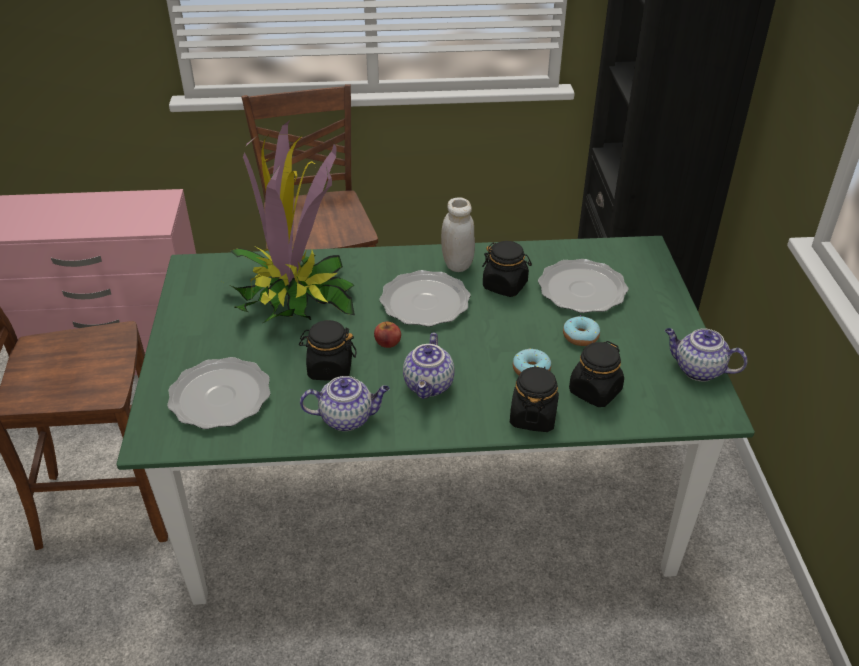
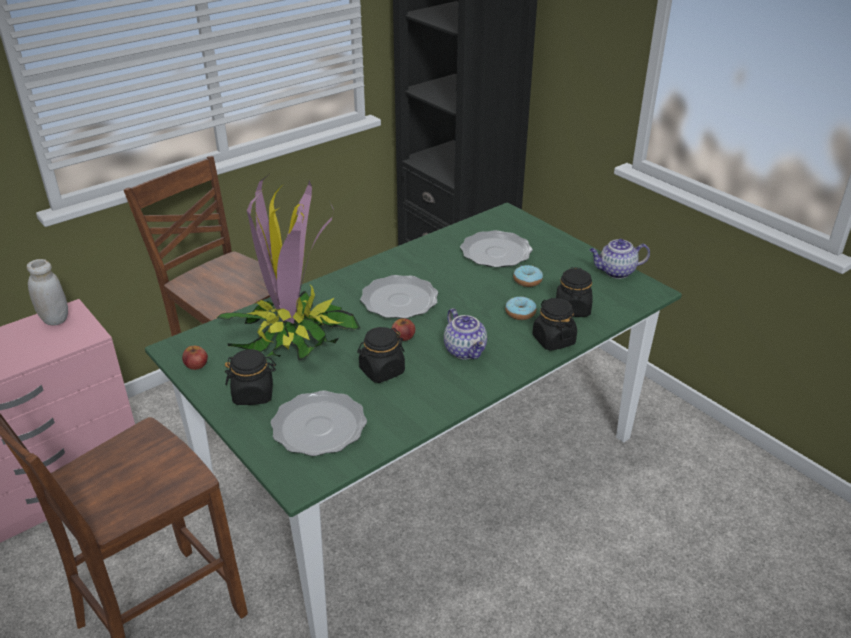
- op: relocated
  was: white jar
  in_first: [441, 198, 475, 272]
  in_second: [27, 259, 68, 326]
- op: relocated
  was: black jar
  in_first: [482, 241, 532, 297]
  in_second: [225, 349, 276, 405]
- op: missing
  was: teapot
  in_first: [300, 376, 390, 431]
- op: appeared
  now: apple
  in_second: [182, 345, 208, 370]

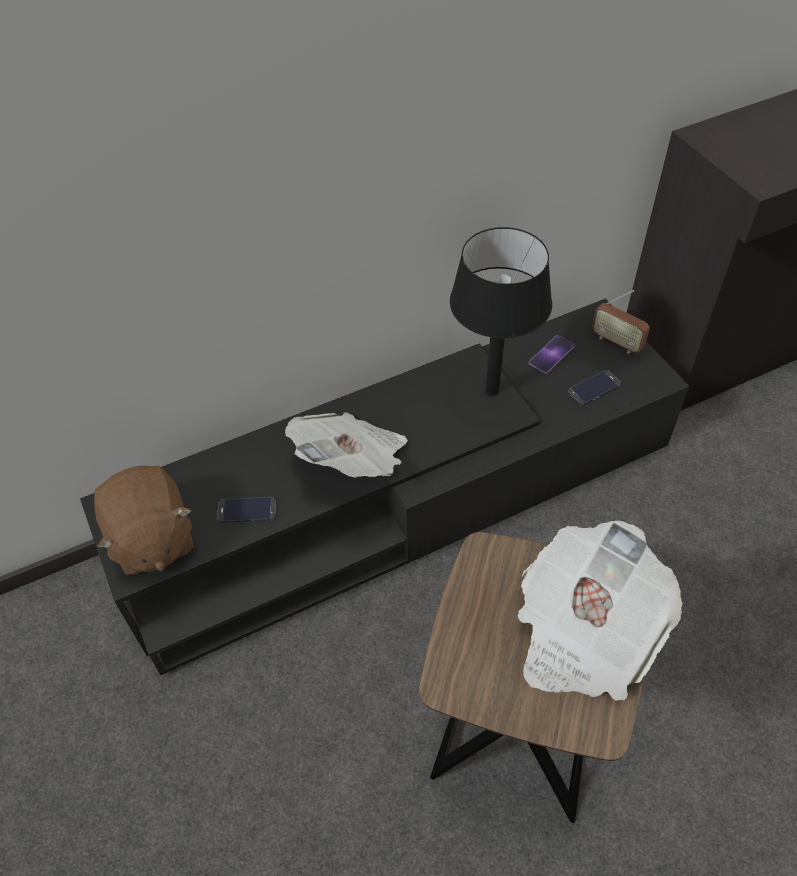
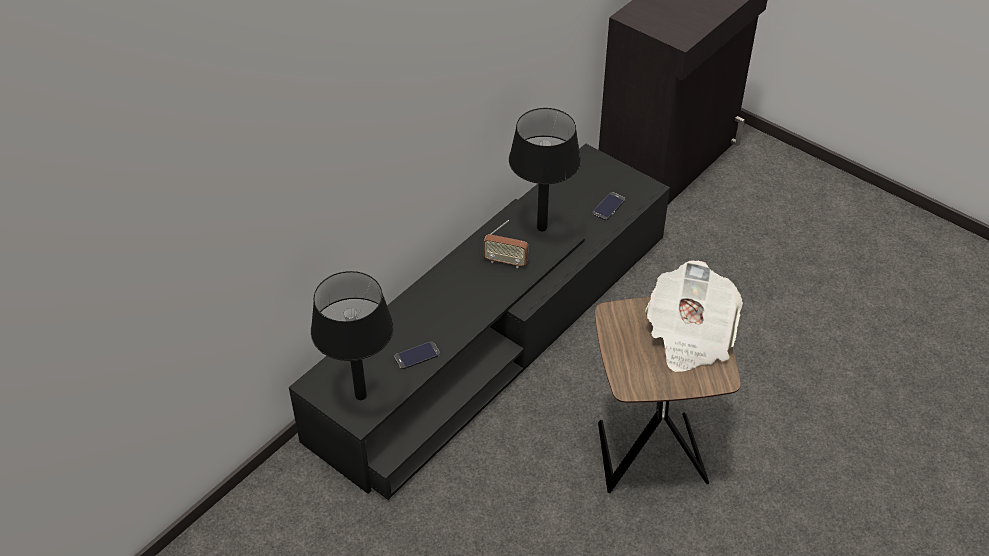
- op: relocated
  was: radio
  in_first: [592, 290, 650, 354]
  in_second: [483, 220, 528, 268]
- op: missing
  was: phone
  in_first: [529, 335, 575, 374]
- op: missing
  was: newspaper
  in_first: [285, 413, 408, 478]
- op: exchanged
  was: brown plush toy
  now: black table lamp
  in_first: [94, 466, 194, 575]
  in_second: [311, 271, 394, 400]

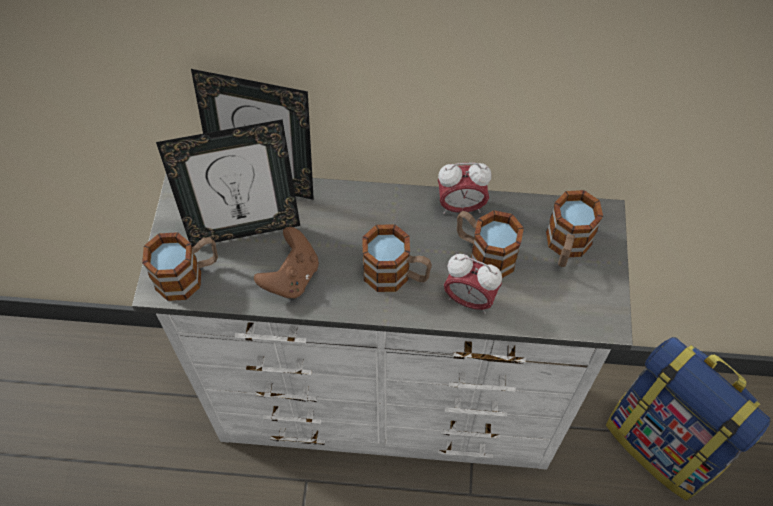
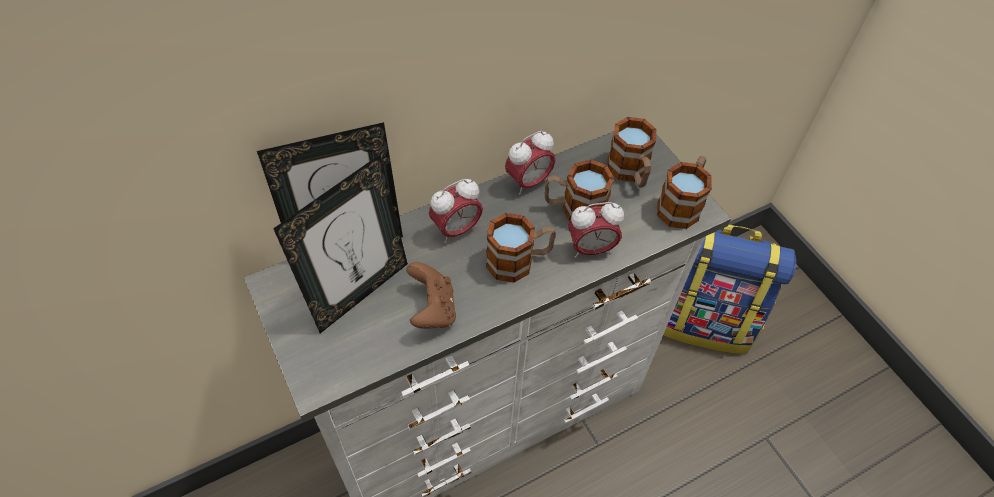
- op: relocated
  was: mug
  in_first: [142, 232, 218, 301]
  in_second: [657, 156, 712, 229]
- op: appeared
  now: alarm clock
  in_second: [429, 179, 483, 243]

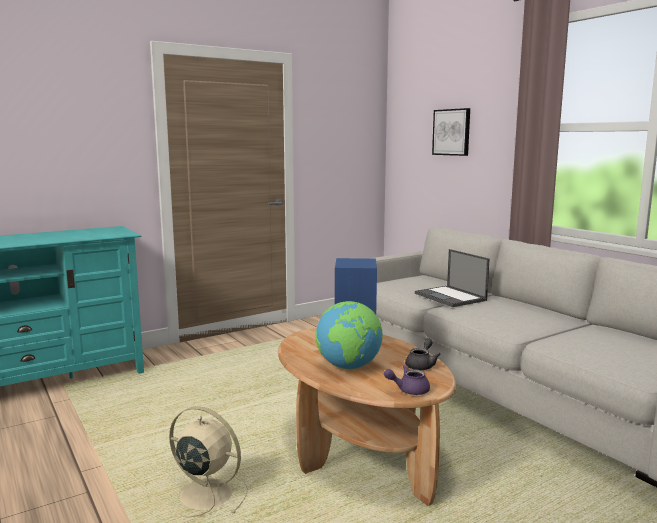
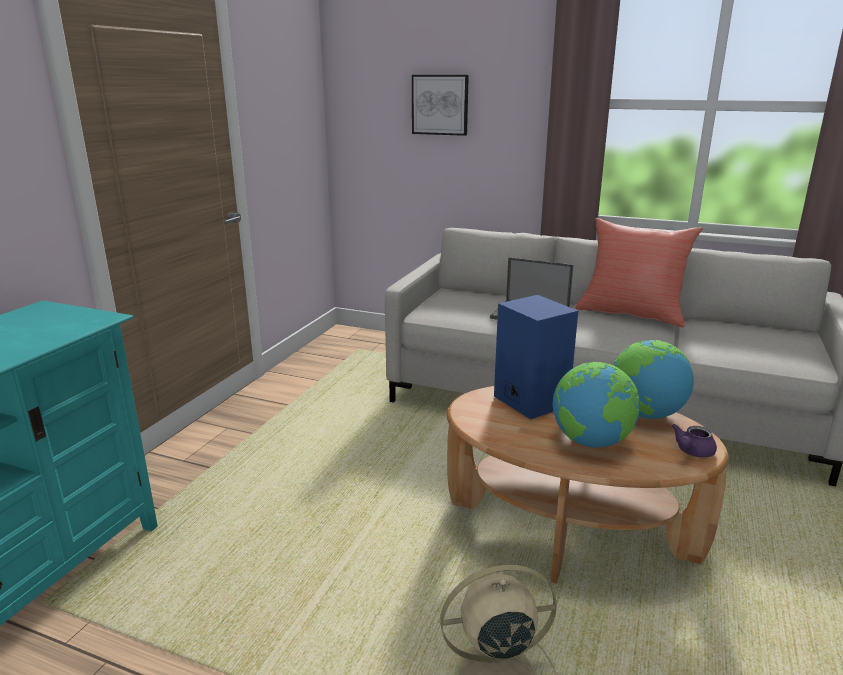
- op: exchanged
  was: grey teapot
  now: globe
  in_first: [405, 338, 441, 370]
  in_second: [613, 340, 694, 419]
- op: appeared
  now: red pillow
  in_second: [575, 218, 703, 328]

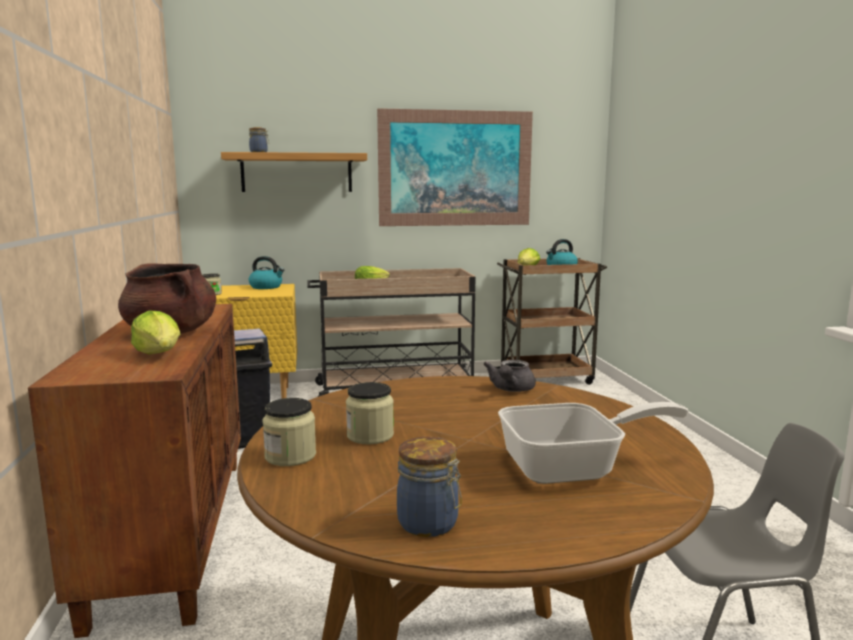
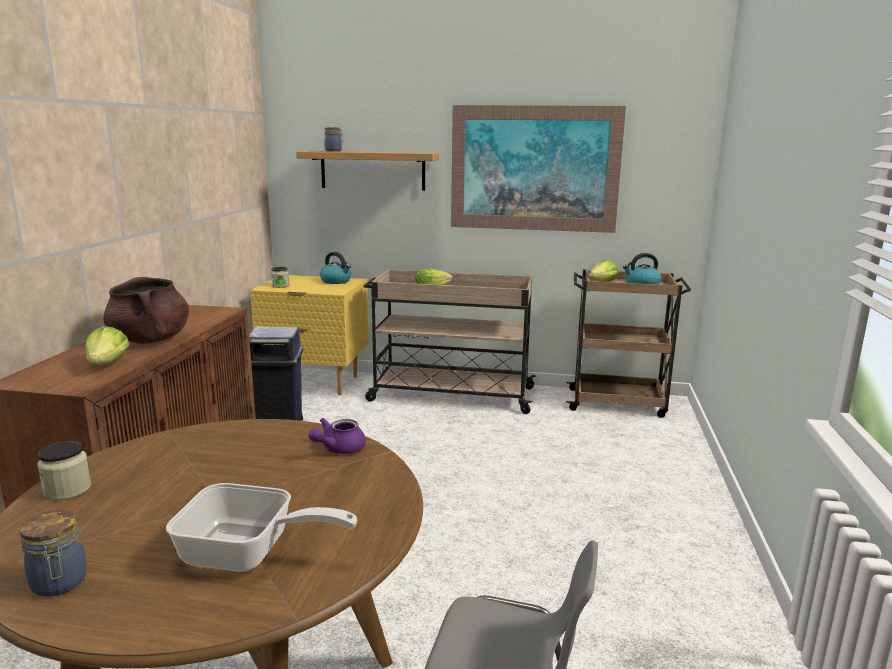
- op: colour
  was: grey teapot
  now: purple teapot
  in_first: [483, 360, 536, 392]
  in_second: [308, 418, 366, 454]
- op: missing
  was: jar
  in_first: [346, 382, 394, 444]

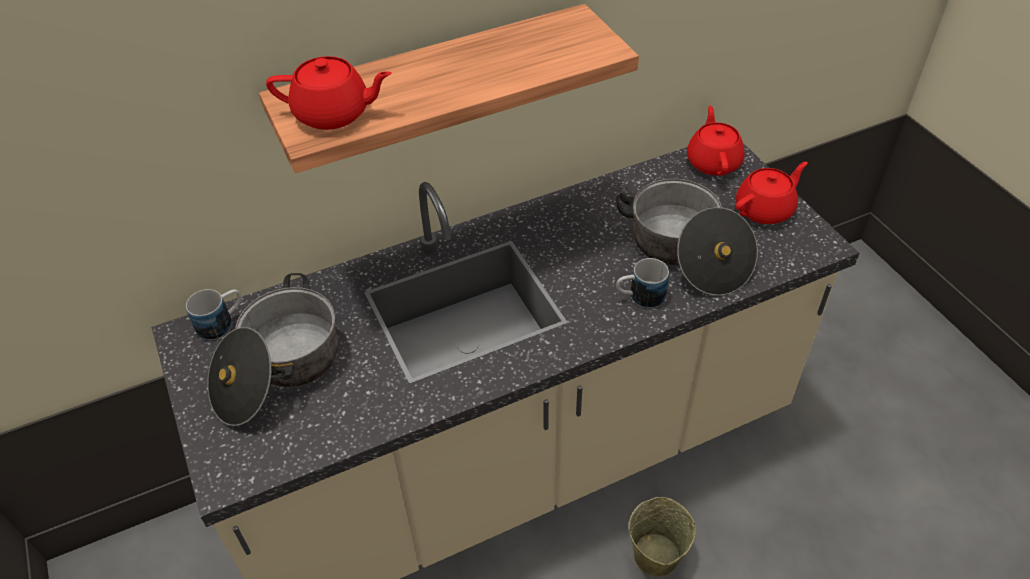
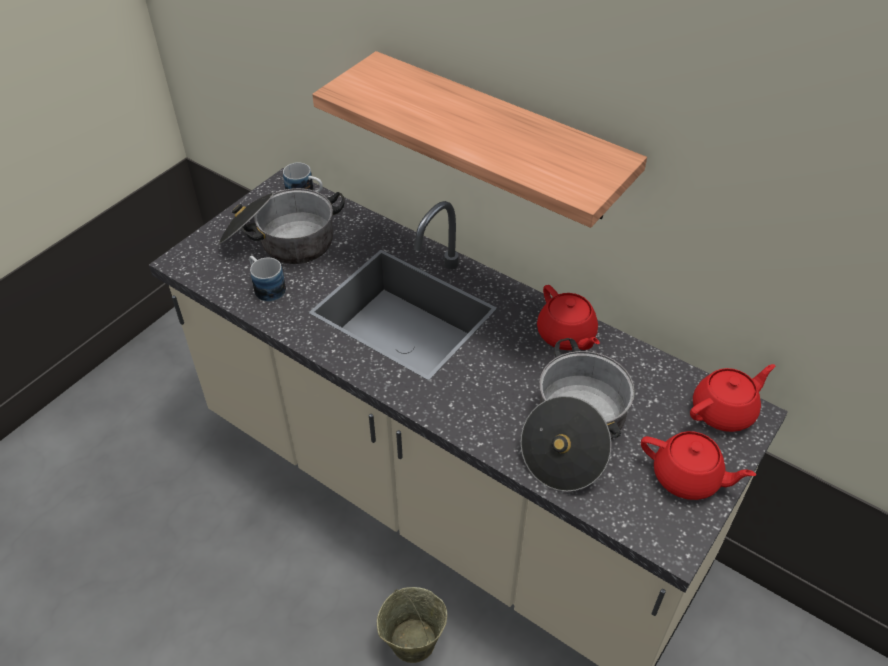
- op: relocated
  was: red teapot
  in_first: [266, 56, 392, 130]
  in_second: [537, 285, 600, 350]
- op: relocated
  was: mug
  in_first: [616, 258, 669, 308]
  in_second: [249, 256, 286, 302]

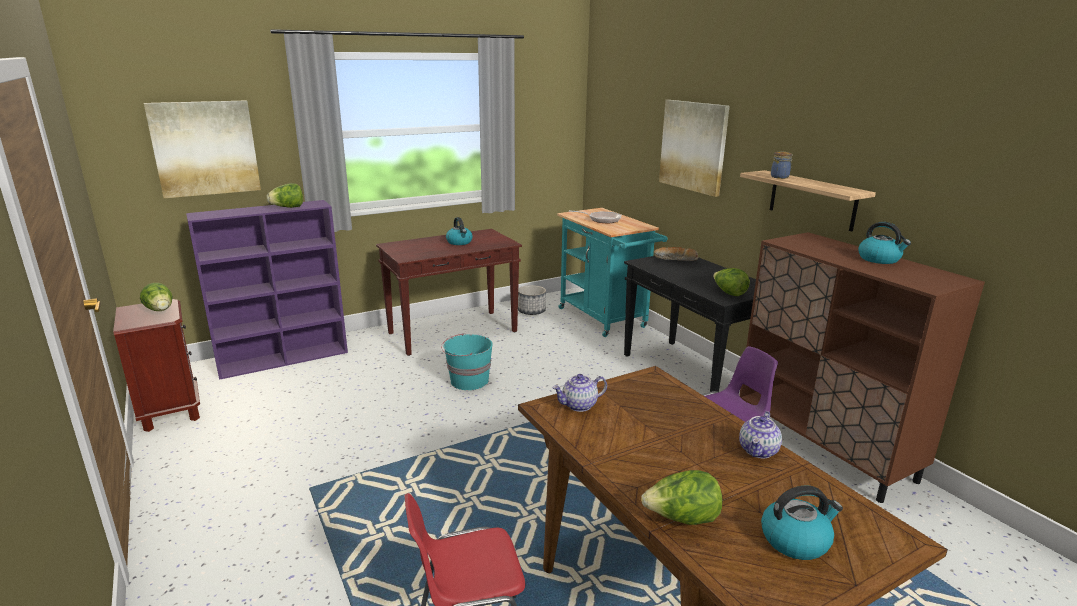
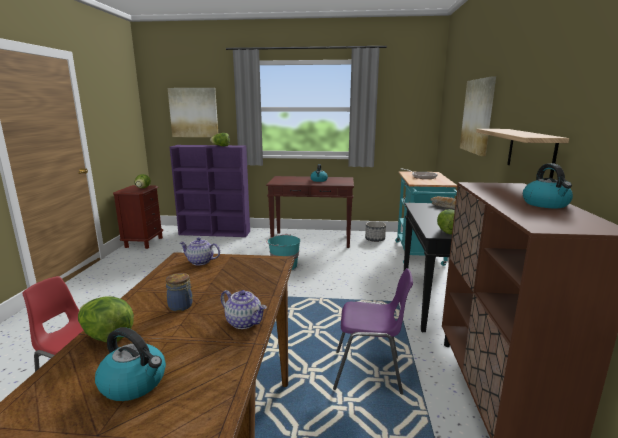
- op: relocated
  was: jar
  in_first: [771, 152, 793, 179]
  in_second: [166, 273, 193, 311]
- op: spun
  was: teapot
  in_first: [739, 411, 782, 458]
  in_second: [221, 290, 267, 329]
  clockwise: -120

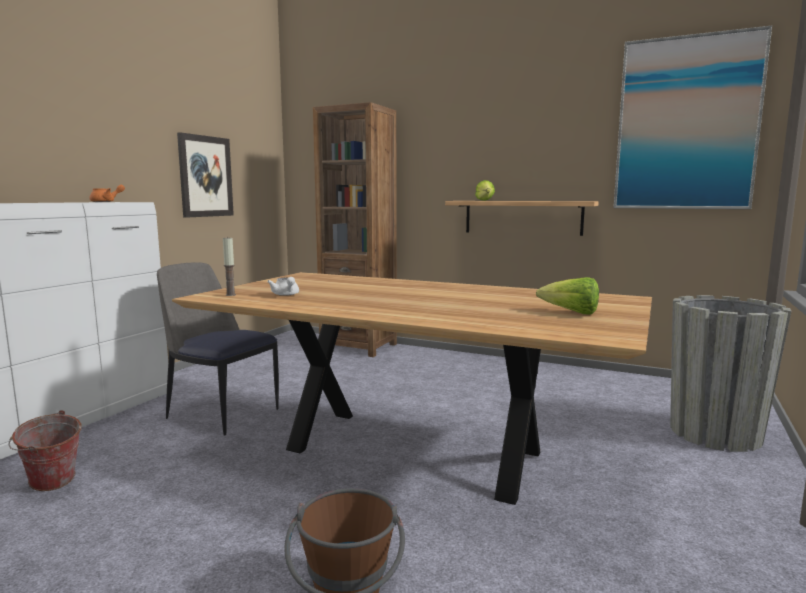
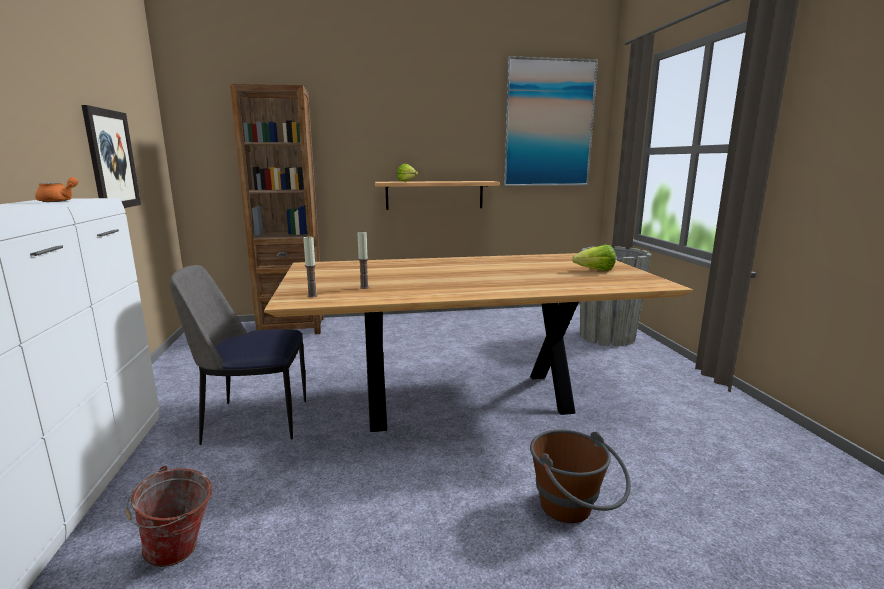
- op: exchanged
  was: white teapot
  now: candle
  in_first: [267, 277, 299, 296]
  in_second: [357, 232, 369, 289]

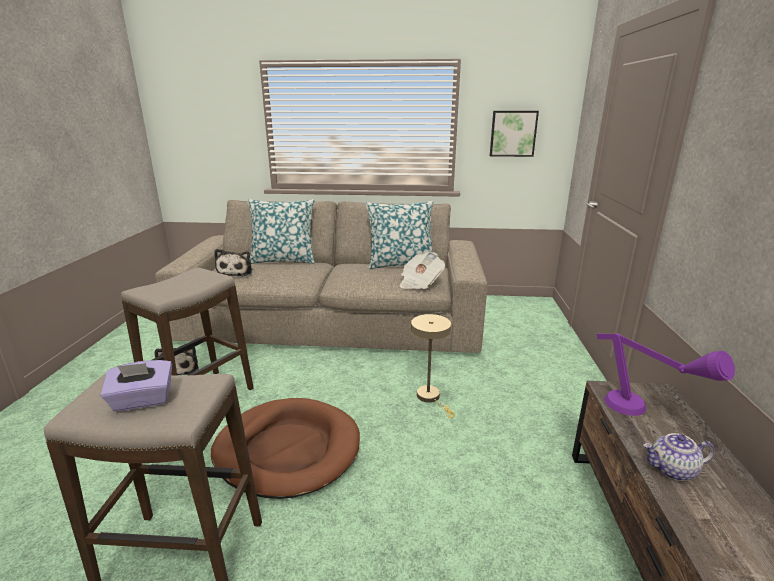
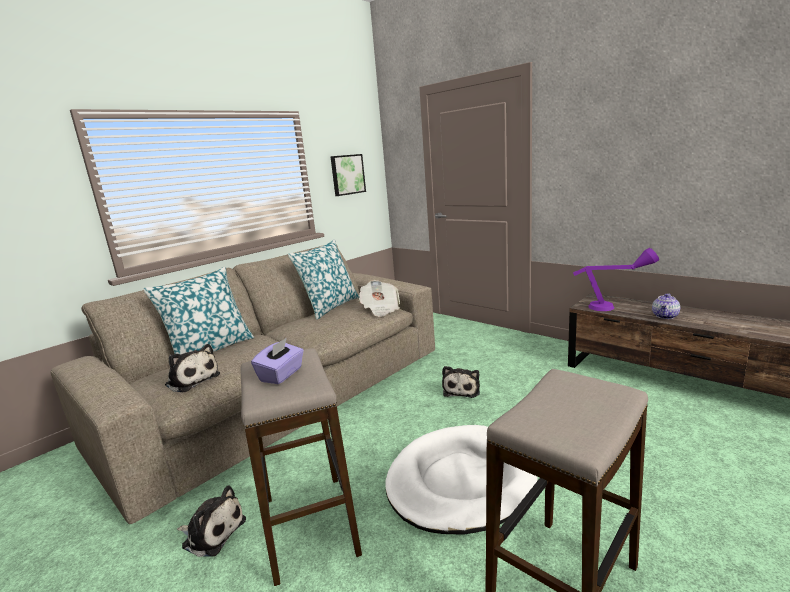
- op: exchanged
  was: beige table lamp
  now: plush toy
  in_first: [411, 314, 455, 418]
  in_second: [442, 366, 480, 398]
- op: relocated
  was: purple tissue box
  in_first: [101, 360, 172, 411]
  in_second: [251, 338, 304, 384]
- op: colour
  was: brown dog bed
  now: white dog bed
  in_first: [211, 398, 360, 499]
  in_second: [385, 425, 538, 535]

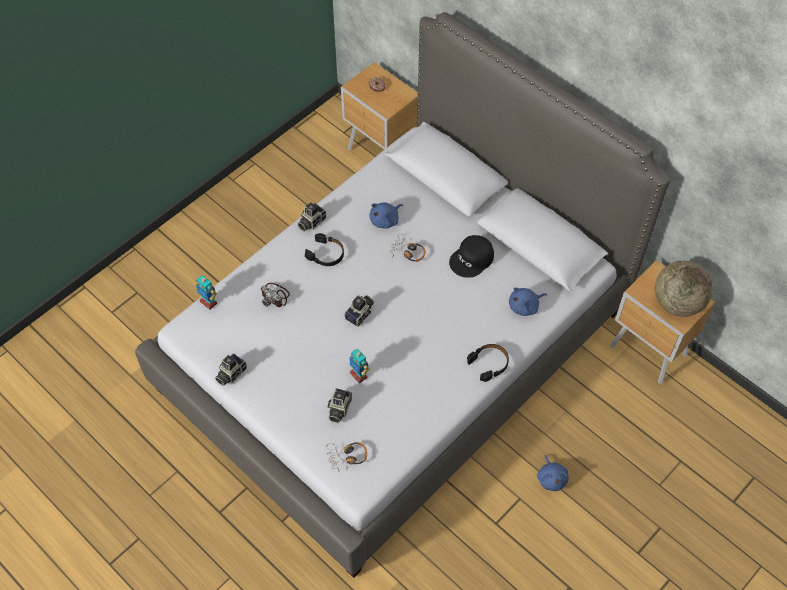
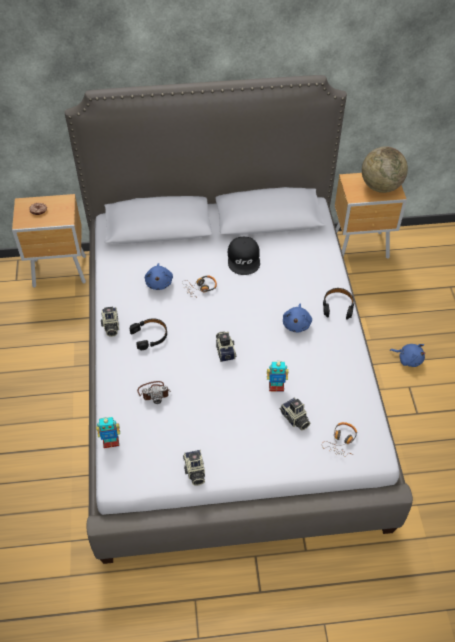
- op: relocated
  was: blue plush toy
  in_first: [509, 287, 547, 316]
  in_second: [283, 303, 312, 332]

